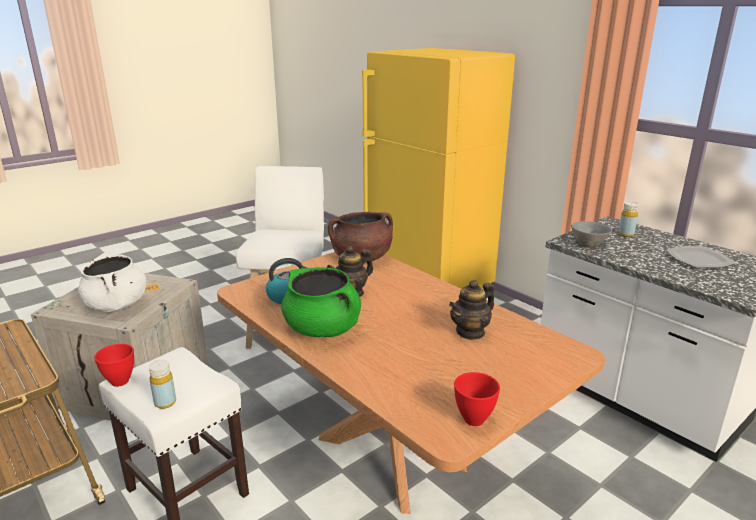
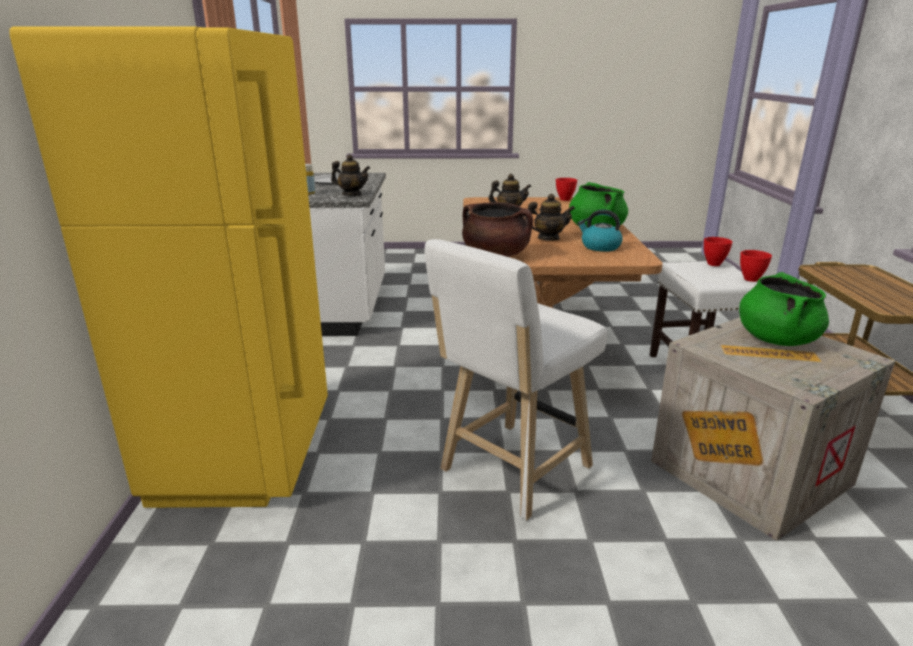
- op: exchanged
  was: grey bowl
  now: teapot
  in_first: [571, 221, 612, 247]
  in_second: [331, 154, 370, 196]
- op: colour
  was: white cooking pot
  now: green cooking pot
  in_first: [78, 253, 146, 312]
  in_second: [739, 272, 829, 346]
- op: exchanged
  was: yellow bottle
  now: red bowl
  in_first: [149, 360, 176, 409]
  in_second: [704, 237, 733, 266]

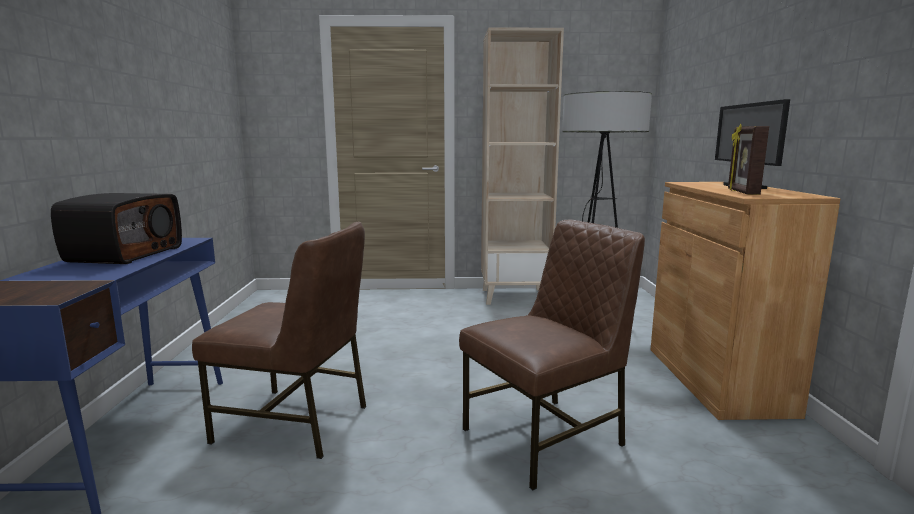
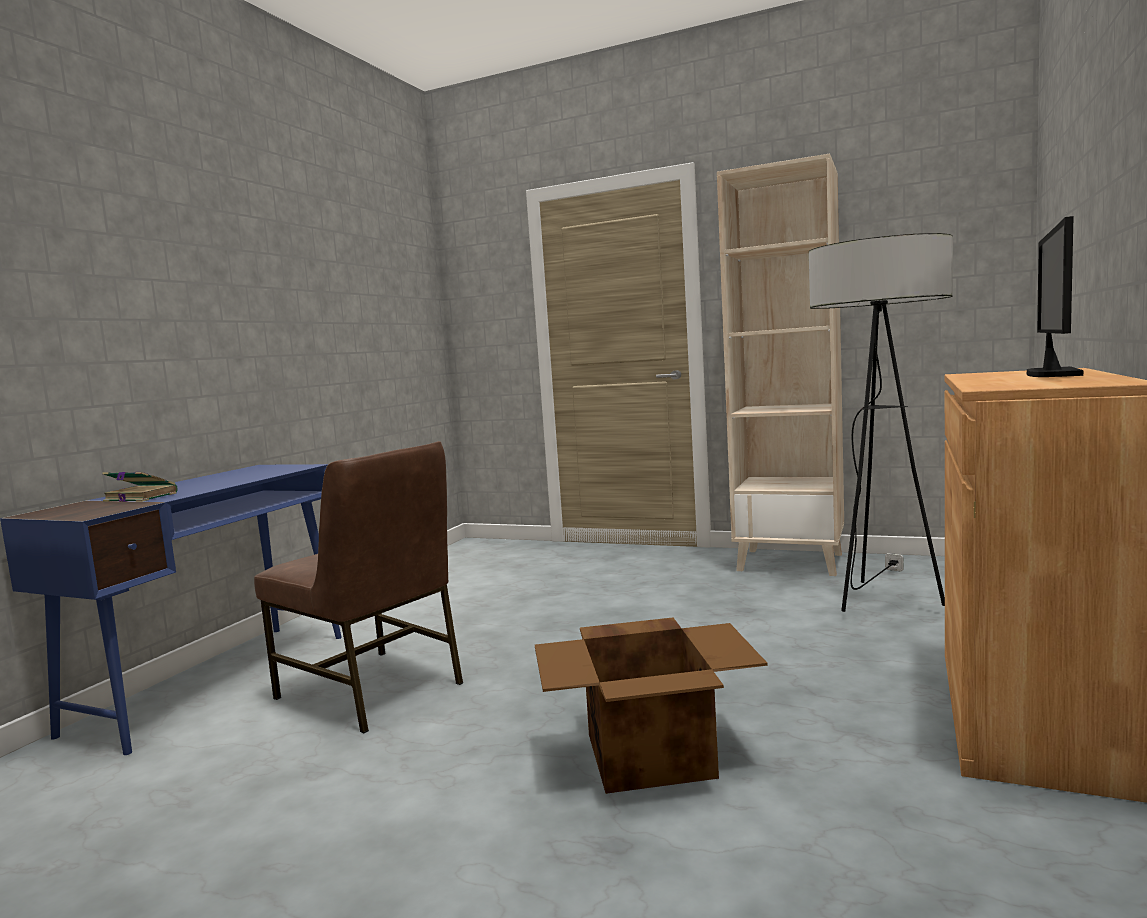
- op: missing
  was: picture frame
  in_first: [728, 124, 769, 195]
- op: missing
  was: radio
  in_first: [51, 193, 182, 264]
- op: exchanged
  was: brown chair
  now: cardboard box
  in_first: [459, 220, 645, 490]
  in_second: [535, 617, 768, 794]
- op: appeared
  now: book
  in_second: [103, 472, 177, 502]

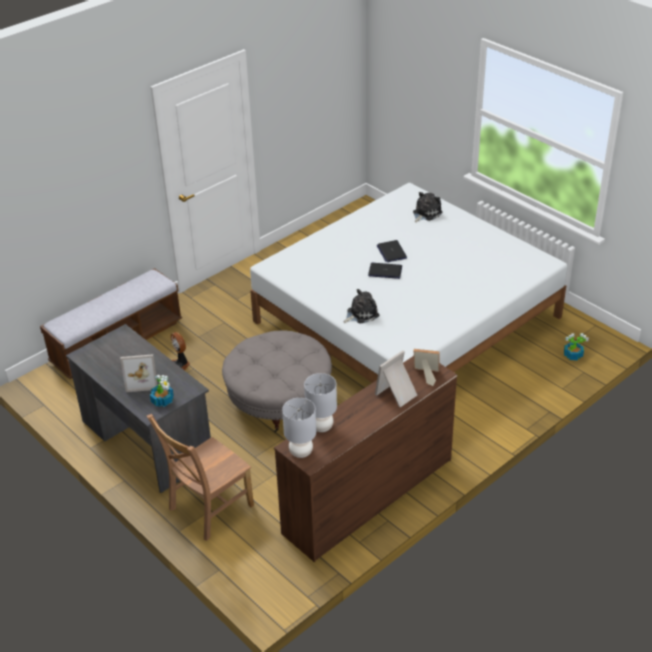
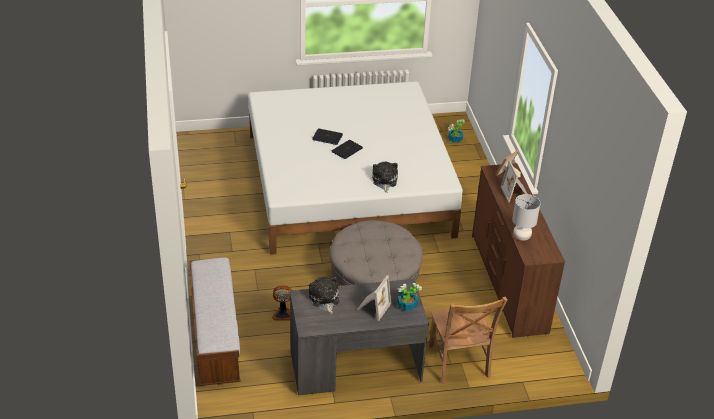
- op: relocated
  was: plush toy
  in_first: [413, 192, 442, 223]
  in_second: [309, 277, 339, 314]
- op: missing
  was: grey table lamp
  in_first: [282, 398, 316, 458]

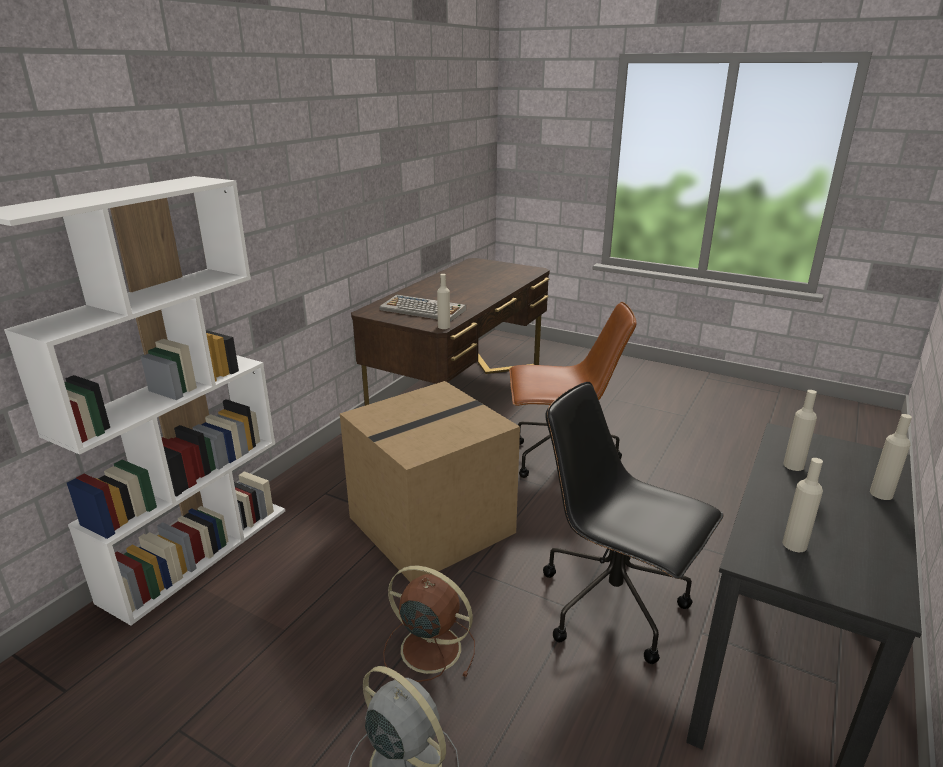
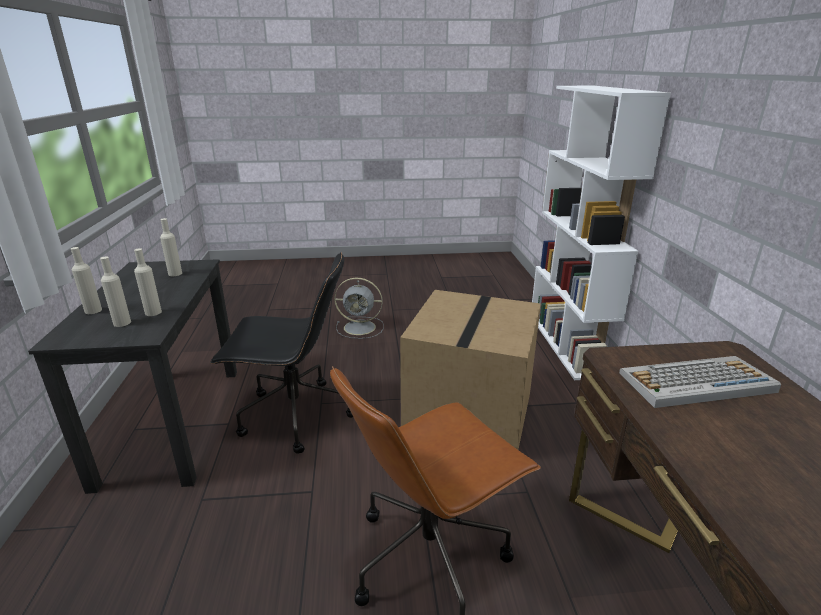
- op: relocated
  was: beige bottle
  in_first: [437, 274, 450, 329]
  in_second: [100, 257, 131, 327]
- op: missing
  was: brown fan
  in_first: [383, 566, 475, 682]

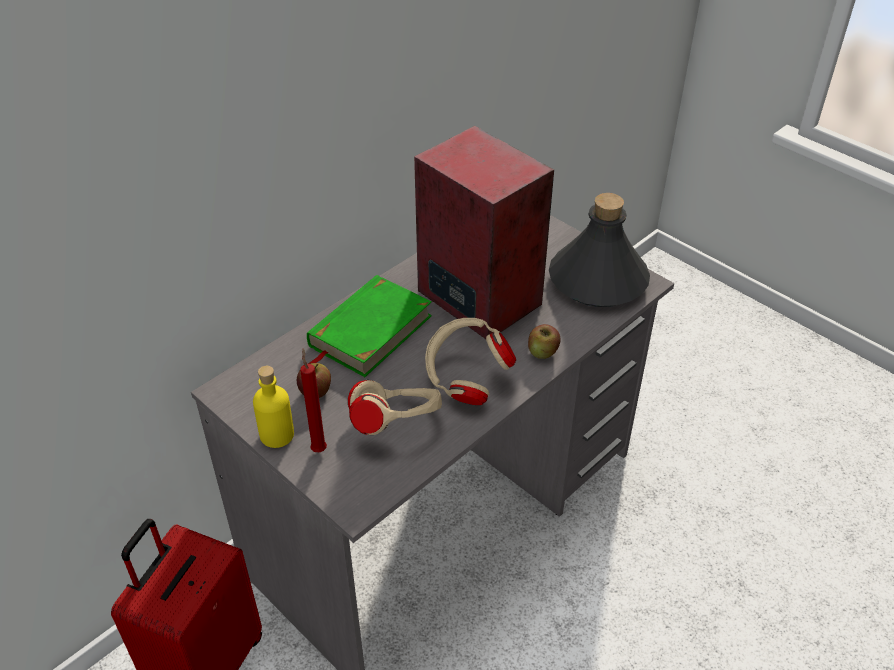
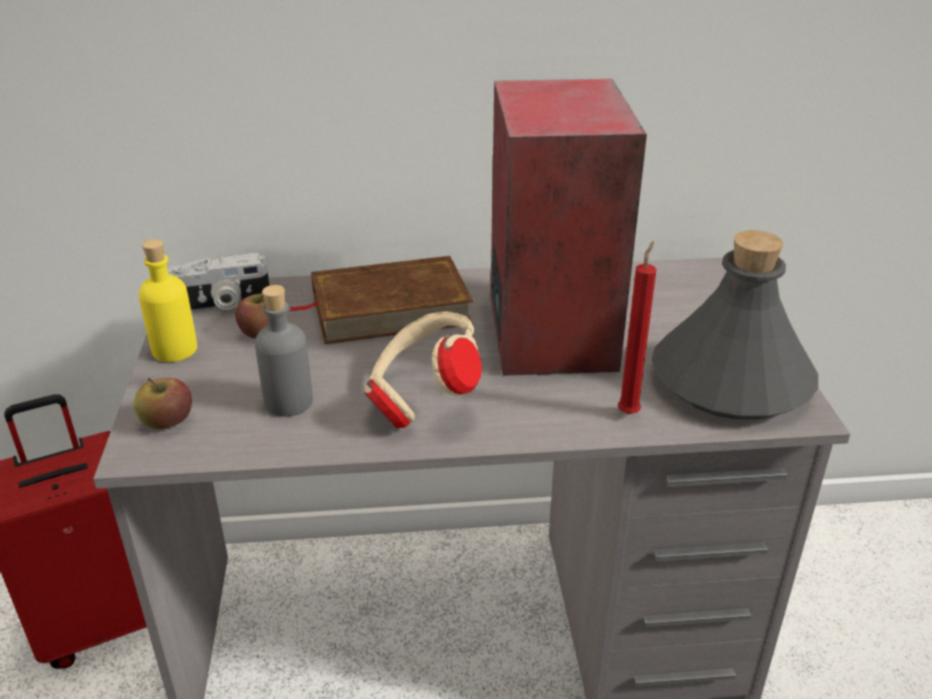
- op: colour
  was: green book
  now: brown book
  in_first: [307, 275, 432, 377]
  in_second: [289, 256, 473, 344]
- op: relocated
  was: apple
  in_first: [528, 324, 561, 359]
  in_second: [133, 378, 192, 430]
- op: relocated
  was: red candle
  in_first: [300, 348, 327, 452]
  in_second: [618, 241, 656, 415]
- op: exchanged
  was: beige headphones
  now: grey bottle
  in_first: [348, 380, 442, 435]
  in_second: [255, 285, 313, 417]
- op: appeared
  now: photo camera
  in_second: [167, 253, 270, 312]

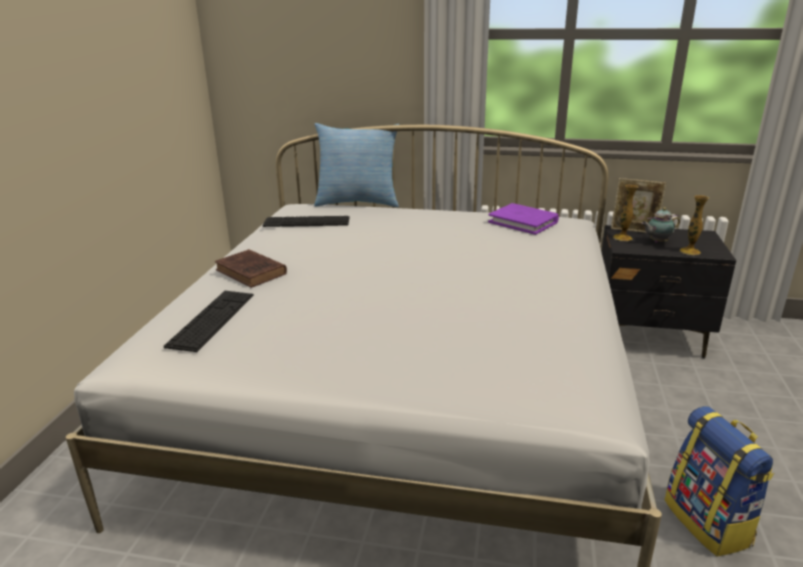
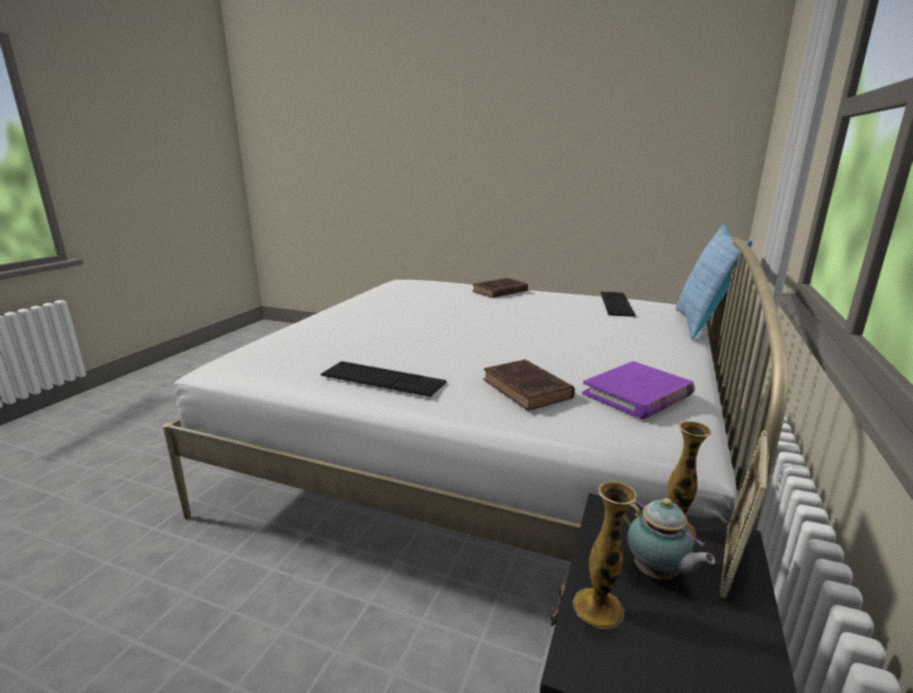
- op: spun
  was: teapot
  in_first: [642, 207, 680, 243]
  in_second: [623, 498, 716, 580]
  clockwise: 150
- op: relocated
  was: keyboard
  in_first: [164, 291, 254, 352]
  in_second: [321, 361, 447, 397]
- op: missing
  was: backpack
  in_first: [665, 406, 774, 557]
- op: appeared
  now: brown book
  in_second: [483, 359, 575, 411]

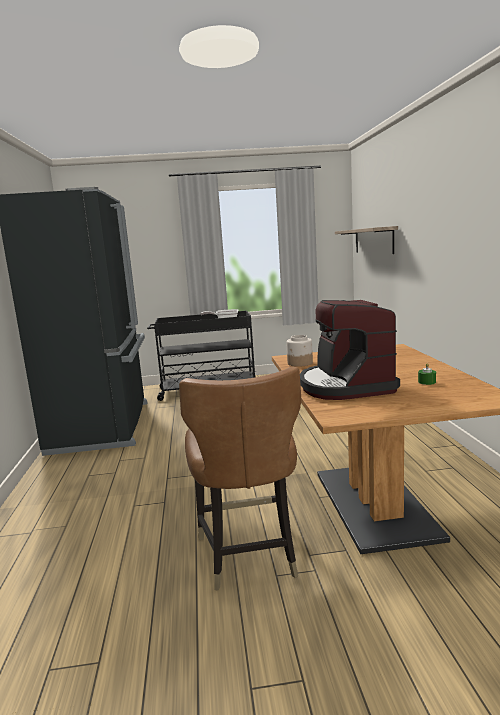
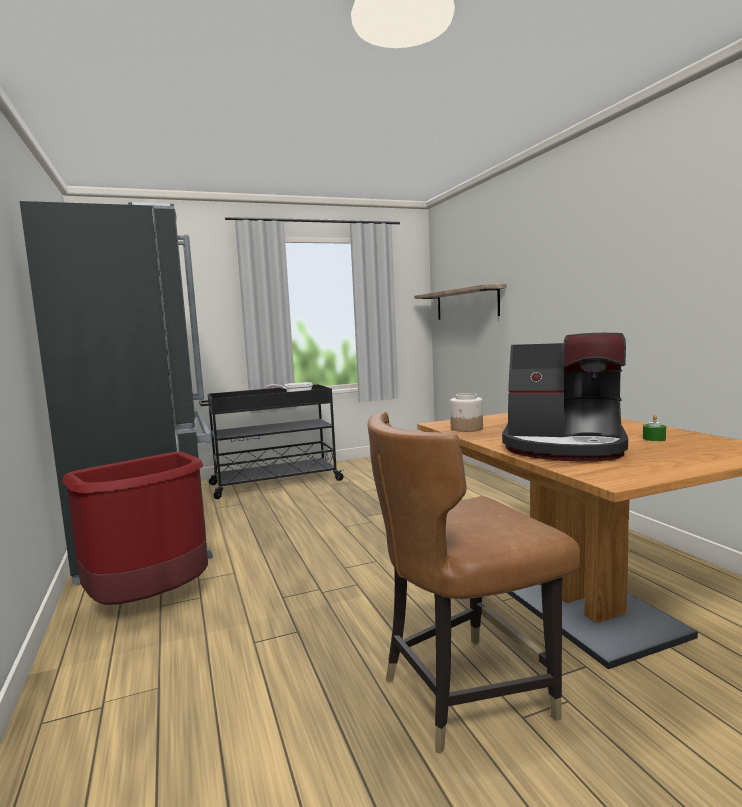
- op: spun
  was: coffee machine
  in_first: [300, 300, 400, 400]
  in_second: [502, 333, 628, 462]
  clockwise: -45
- op: spun
  was: brown chair
  in_first: [179, 366, 302, 591]
  in_second: [367, 412, 581, 754]
  clockwise: 90
- op: appeared
  now: red trash can
  in_second: [62, 451, 208, 605]

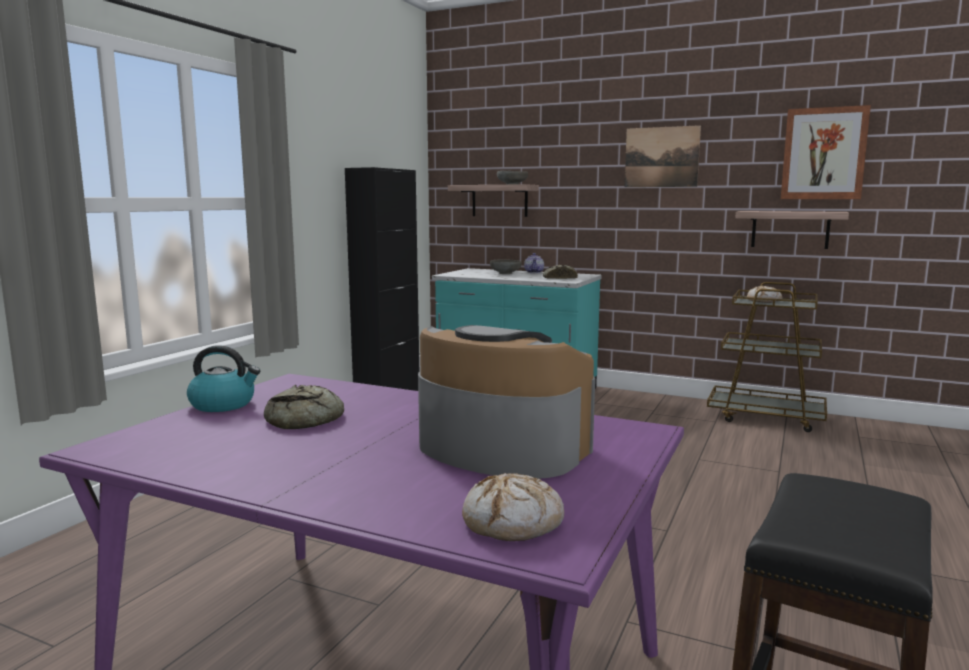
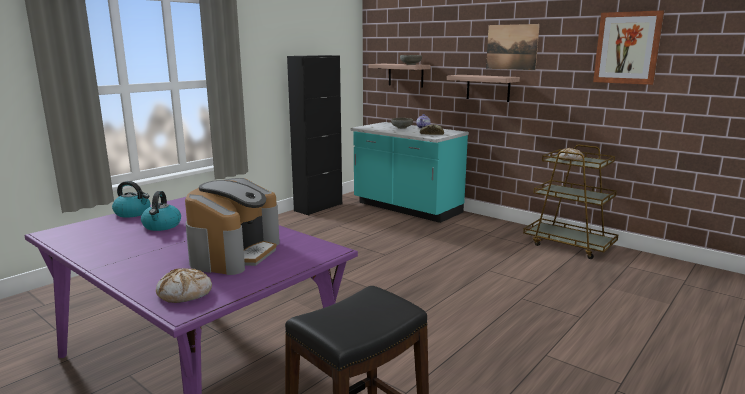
- op: relocated
  was: shelf
  in_first: [735, 211, 849, 249]
  in_second: [447, 75, 520, 102]
- op: spun
  was: coffee machine
  in_first: [418, 325, 595, 479]
  in_second: [185, 178, 280, 275]
  clockwise: 60
- op: exchanged
  was: bread
  now: kettle
  in_first: [264, 385, 344, 429]
  in_second: [141, 191, 181, 231]

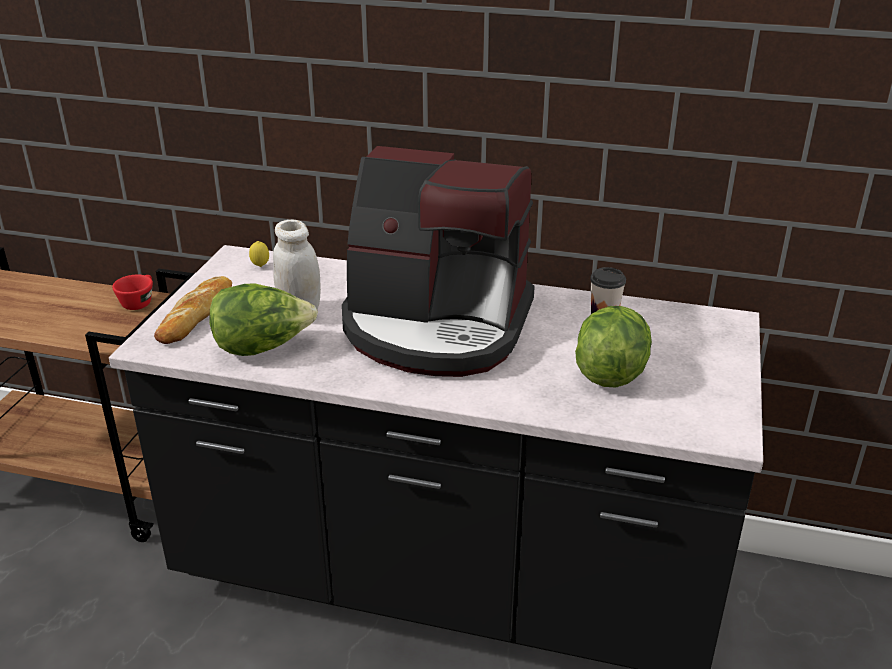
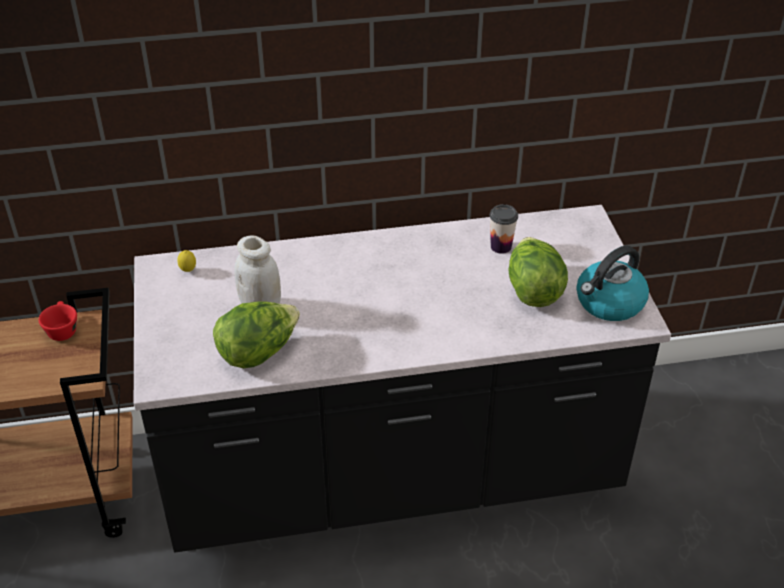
- op: missing
  was: coffee machine
  in_first: [342, 146, 535, 377]
- op: missing
  was: bread
  in_first: [154, 276, 232, 344]
- op: appeared
  now: kettle
  in_second: [576, 245, 649, 321]

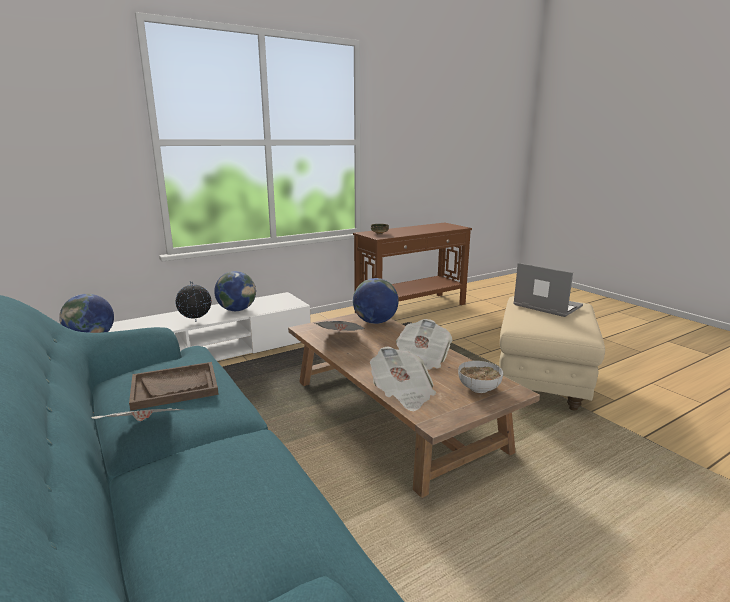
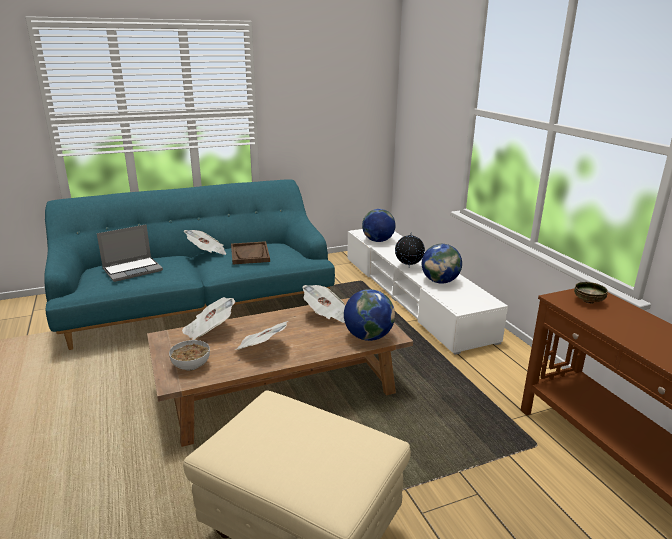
- op: relocated
  was: laptop
  in_first: [513, 263, 583, 317]
  in_second: [97, 224, 163, 282]

